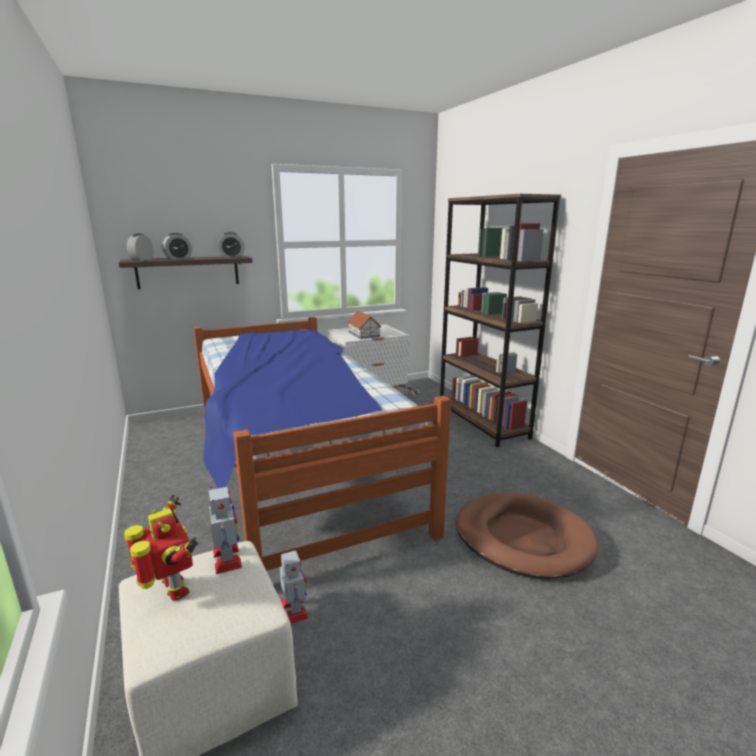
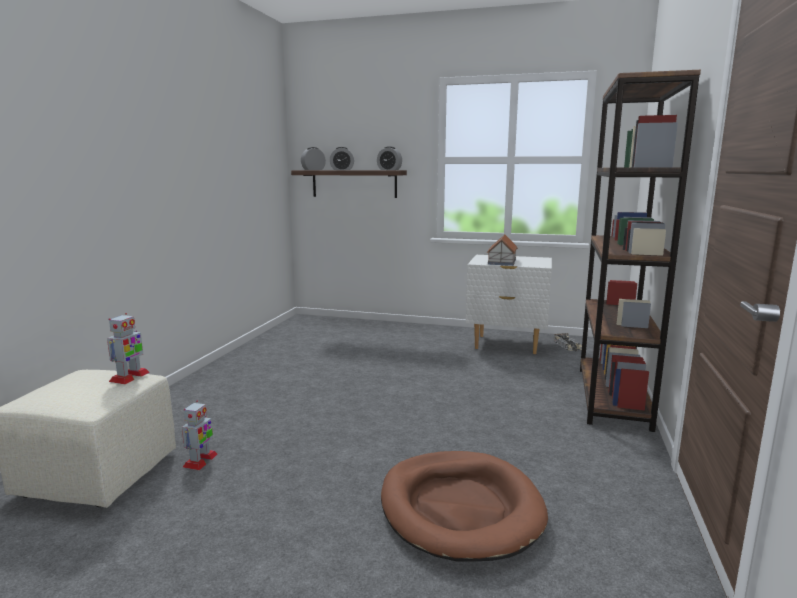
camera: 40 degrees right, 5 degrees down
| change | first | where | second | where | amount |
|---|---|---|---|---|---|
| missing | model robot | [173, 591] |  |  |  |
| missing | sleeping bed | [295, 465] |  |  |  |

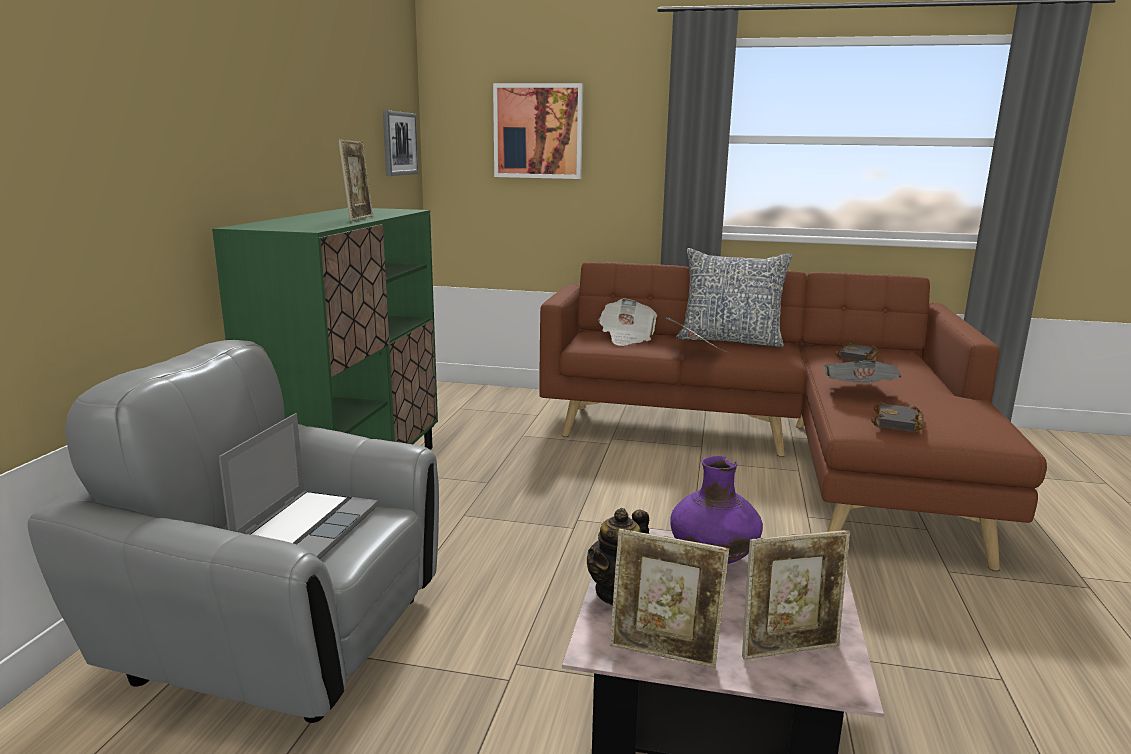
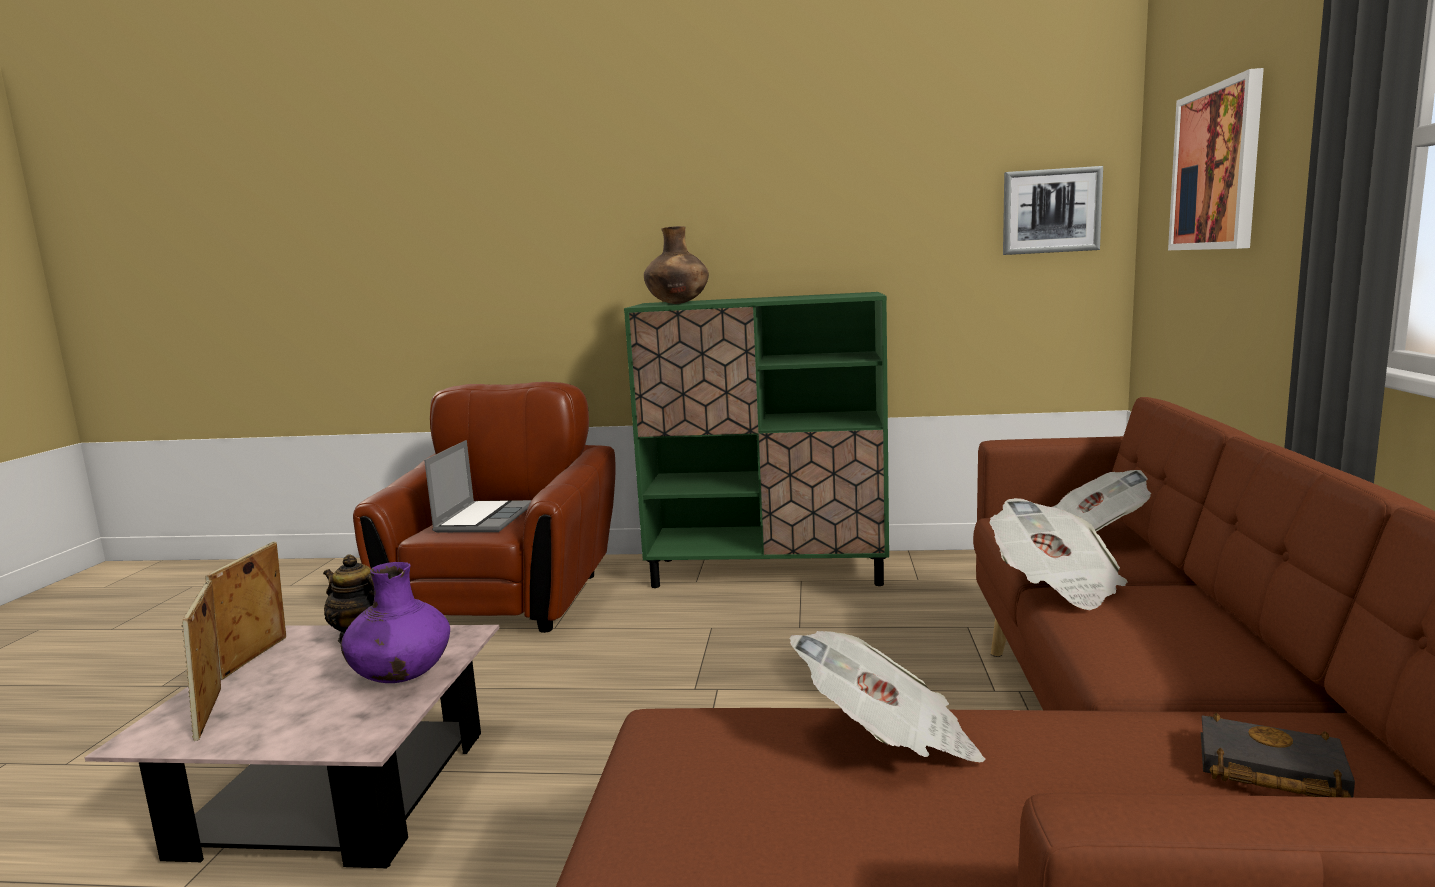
camera: 85 degrees right, 5 degrees down
| change | first | where | second | where | amount |
|---|---|---|---|---|---|
| colour | armchair/gray | [278, 636] | armchair/brownish | [506, 599] |  |
| spun | notebook computer | [307, 527] |  | [483, 518] | 90 degrees counterclockwise |
| appeared |  |  | decorative vase/brownish | [678, 303] |  |
| missing | picture frame | [359, 219] |  |  |  |
| missing | cushion | [730, 340] |  |  |  |
| missing | bound book/blackish | [898, 423] |  |  |  |

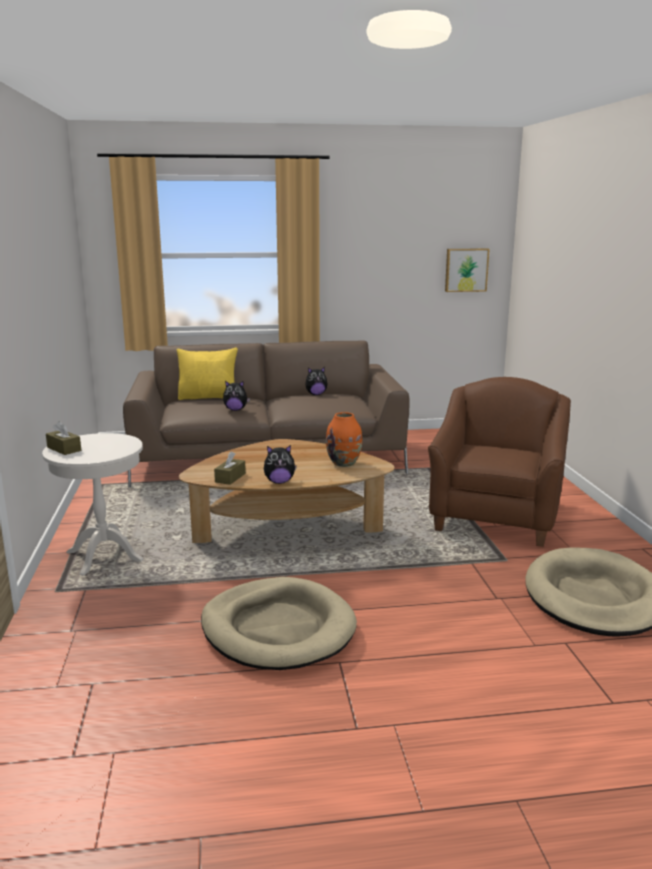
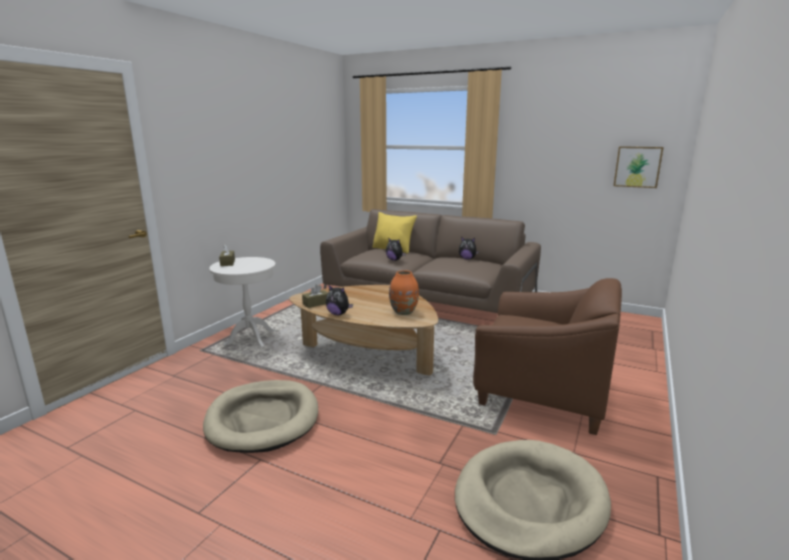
camera: 35 degrees right, 0 degrees up
| change | first | where | second | where | amount |
|---|---|---|---|---|---|
| spun | armchair/brownish | [496, 516] |  | [542, 393] | 60 degrees clockwise |

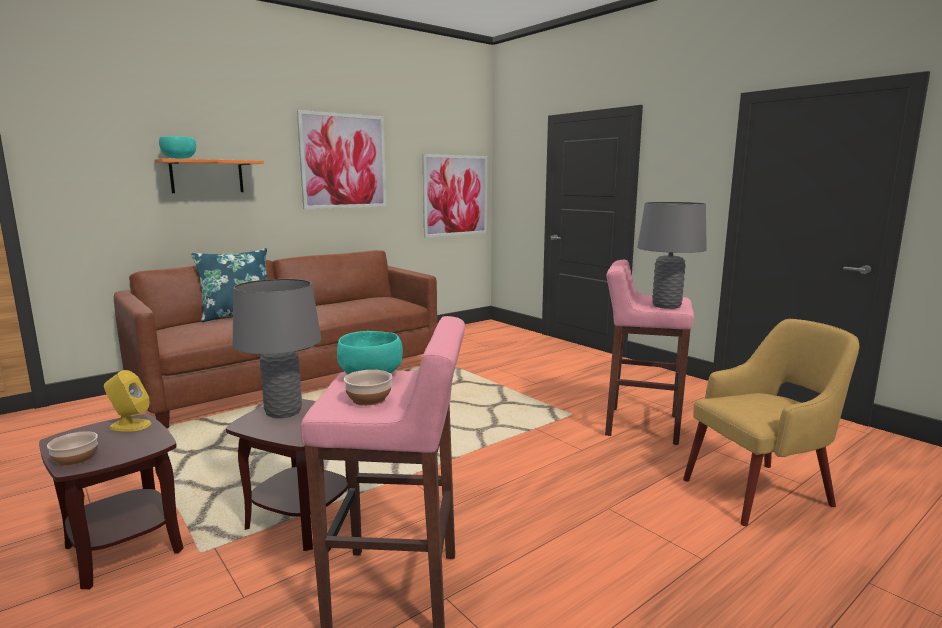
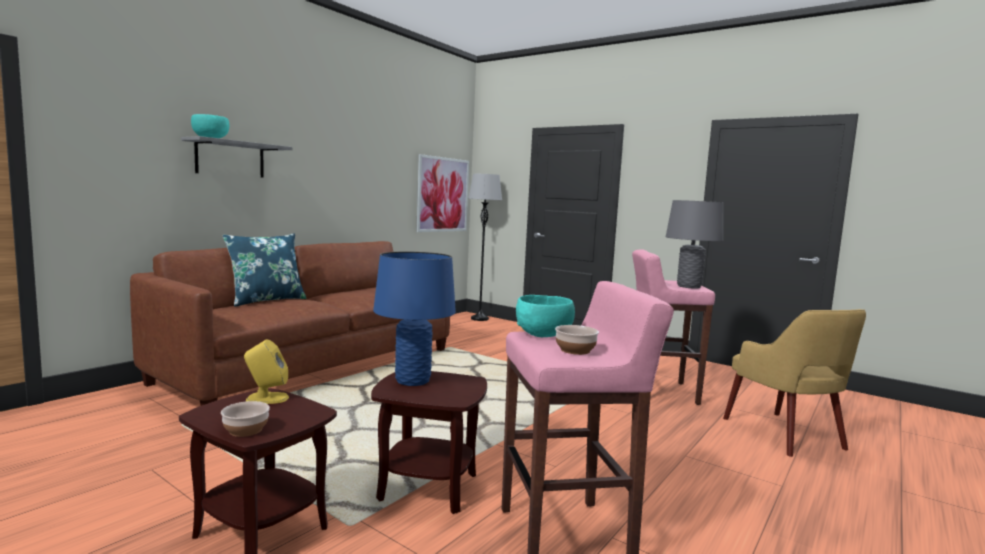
camera: 15 degrees left, 5 degrees down
| change | first | where | second | where | amount |
|---|---|---|---|---|---|
| colour | wall shelf/orange | [207, 176] | wall shelf/gray | [230, 159] |  |
| colour | tabletop lamp/gray | [283, 412] | tabletop lamp/blue | [412, 381] |  |
| appeared |  |  | standard lamp/gray | [479, 318] |  |
| spun | armchair/yellowish | [760, 492] |  | [785, 435] | 105 degrees clockwise |
| missing | picture | [344, 161] |  |  |  |

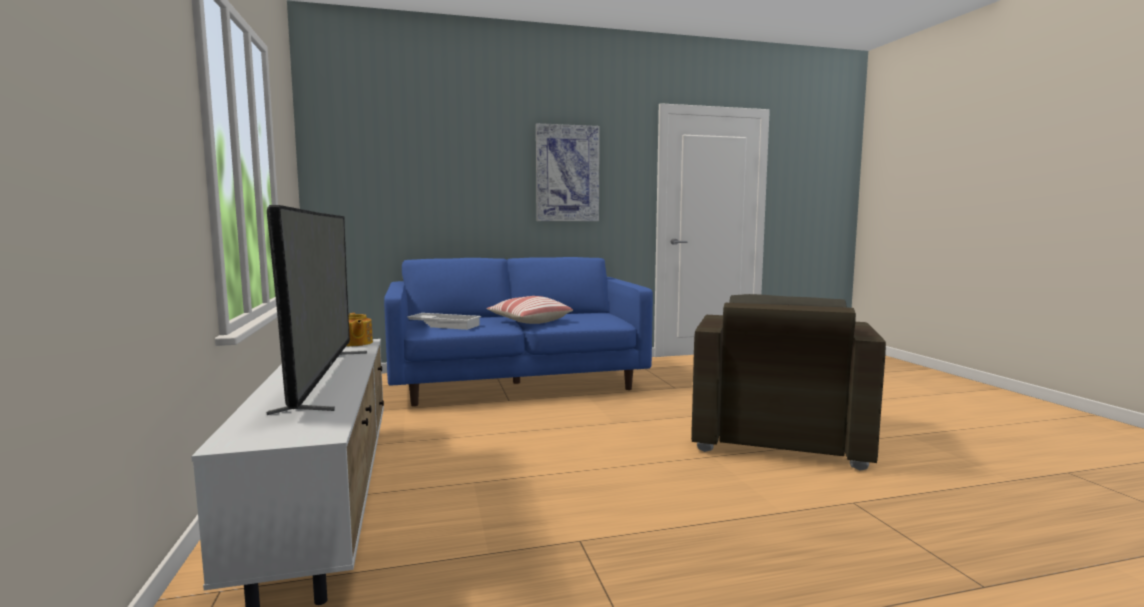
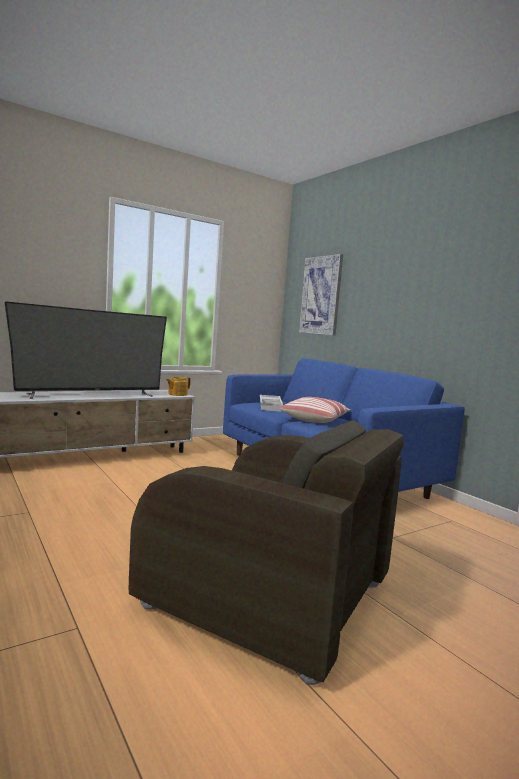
camera: 70 degrees right, 0 degrees up
| change | first | where | second | where | amount |
|---|---|---|---|---|---|
| spun | armchair/brownish | [777, 434] |  | [269, 595] | 150 degrees counterclockwise |
| relocated | picture | [567, 173] |  | [321, 295] |  |

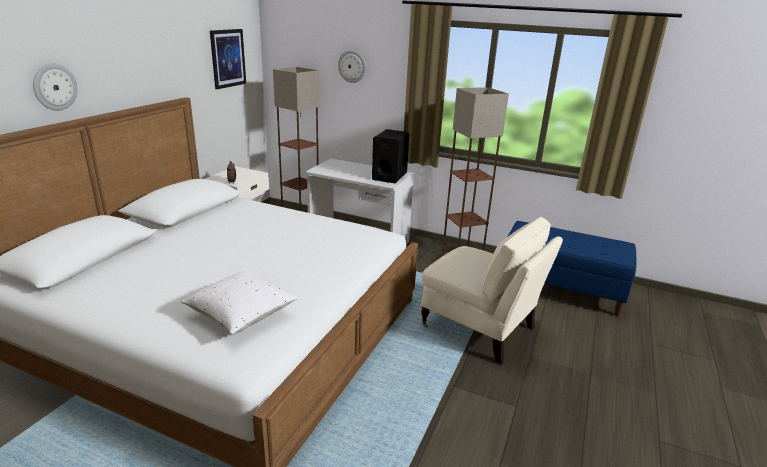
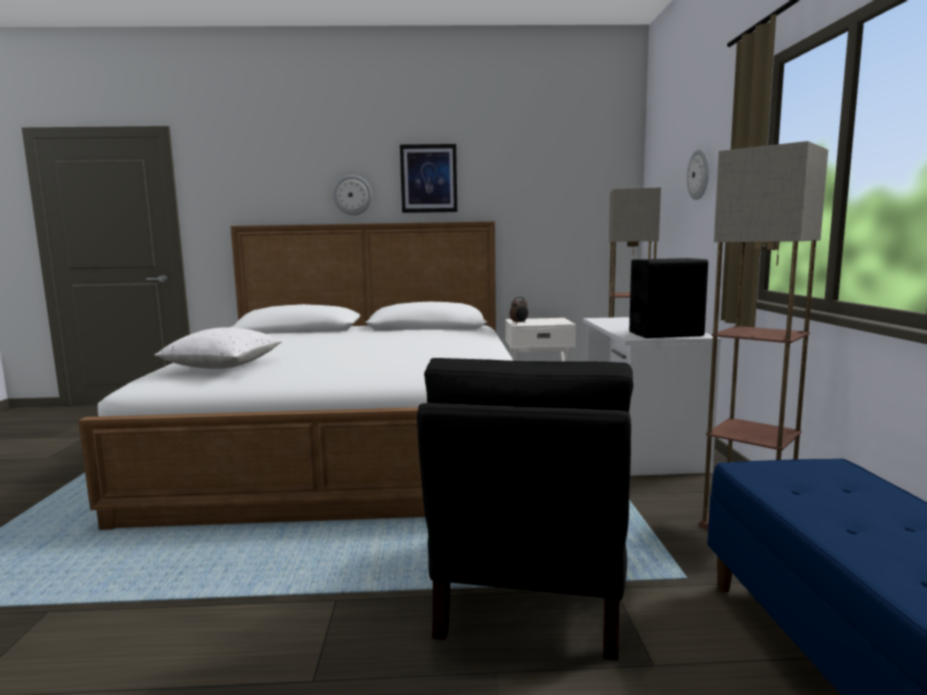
camera: 65 degrees right, 15 degrees down
| change | first | where | second | where | amount |
|---|---|---|---|---|---|
| relocated | picture | [228, 58] |  | [428, 178] |  |
| colour | armchair/sand-coloured | [480, 328] | armchair/blackish | [530, 592] |  |

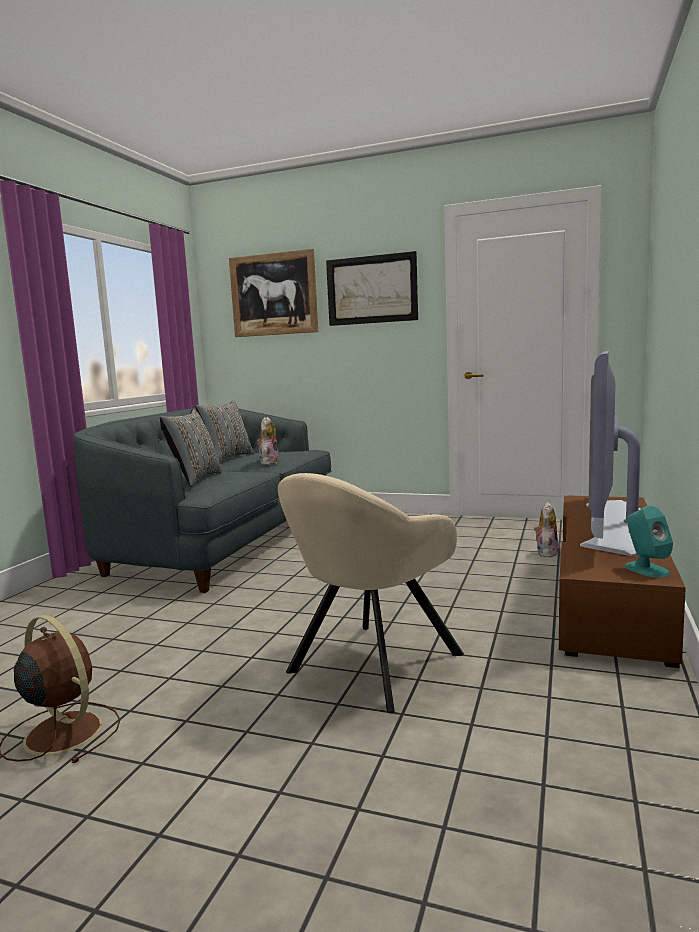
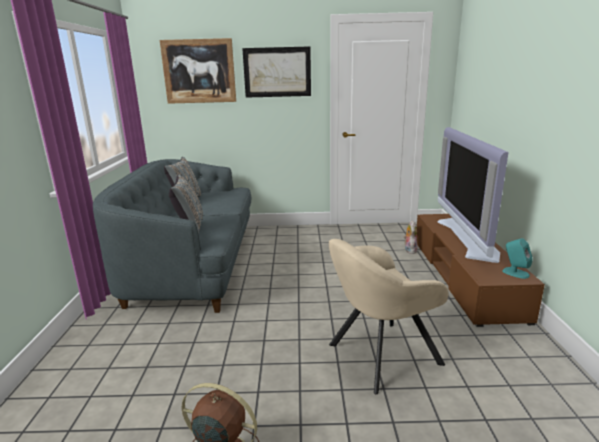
camera: 20 degrees left, 10 degrees up
| change | first | where | second | where | amount |
|---|---|---|---|---|---|
| spun | armchair/sand-coloured | [370, 666] |  | [379, 355] | 45 degrees clockwise |
| missing | plush toy | [268, 462] |  |  |  |

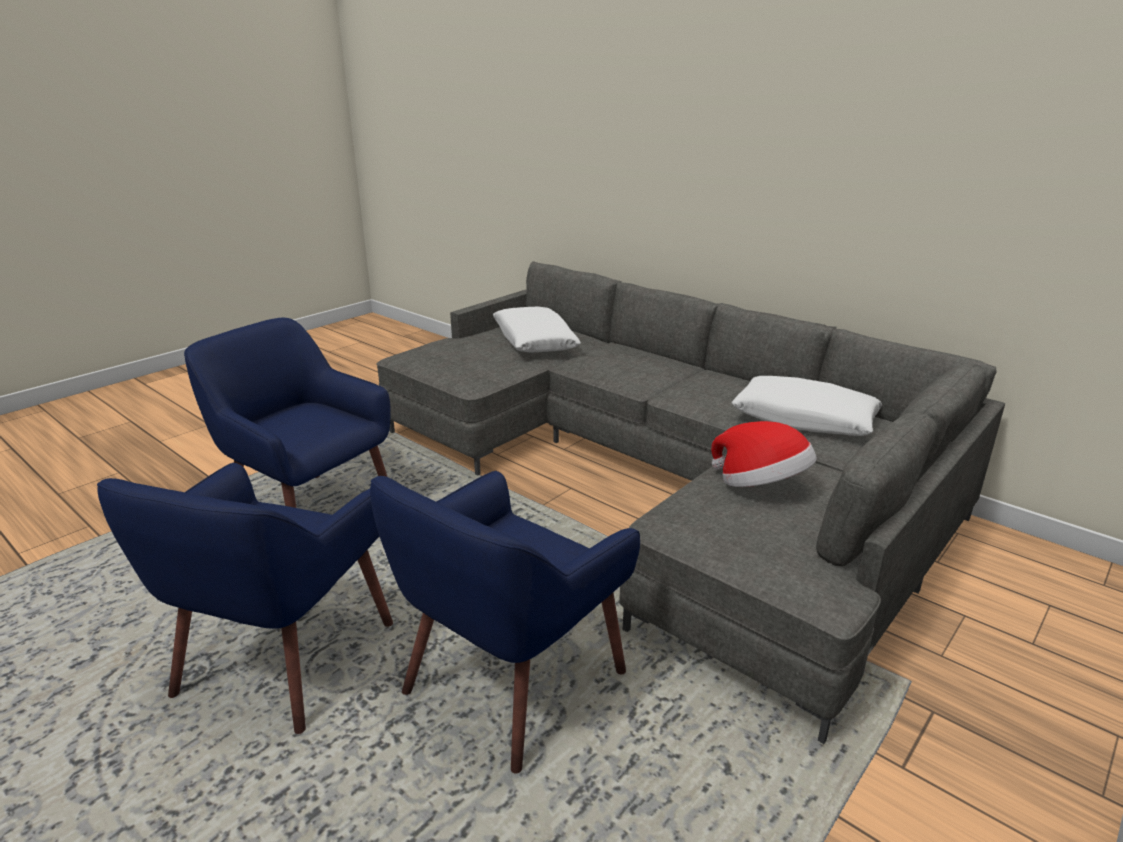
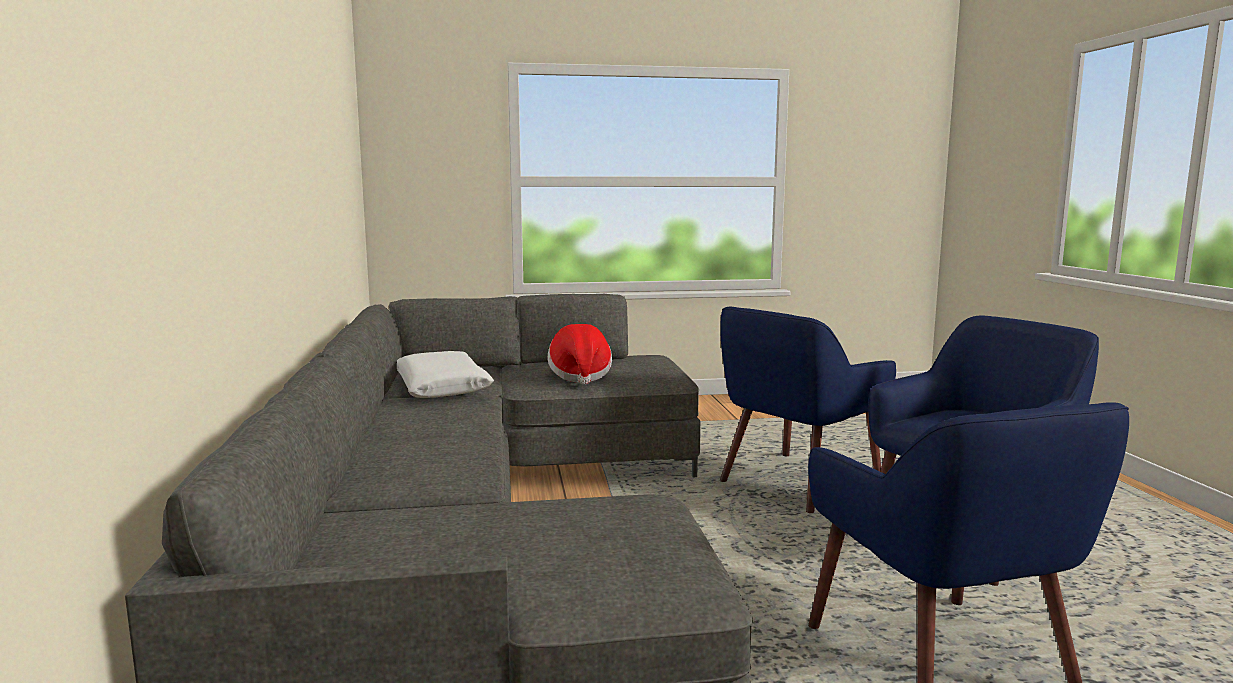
camera: 140 degrees left, 15 degrees down
| change | first | where | second | where | amount |
|---|---|---|---|---|---|
| spun | armchair/blue | [511, 681] |  | [797, 482] | 150 degrees clockwise |
| missing | cushion/white | [534, 341] |  |  |  |

